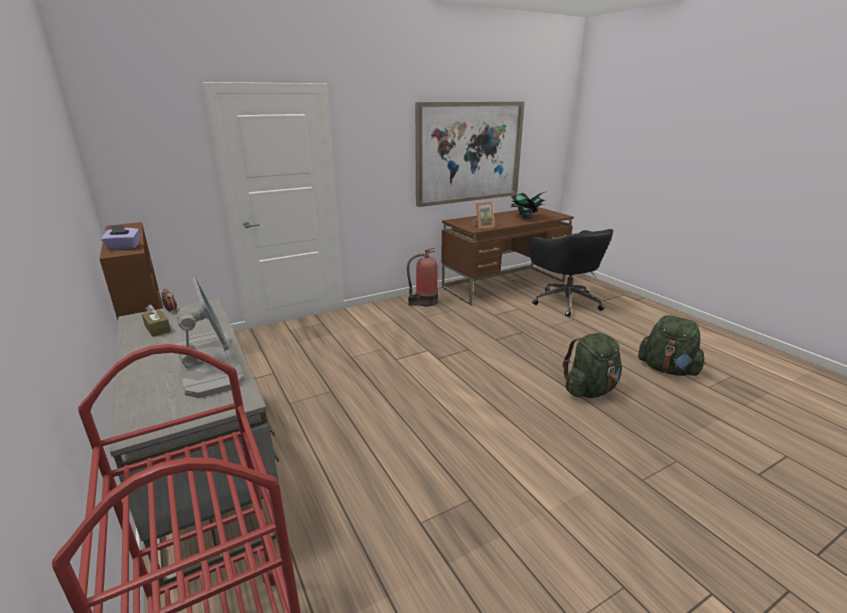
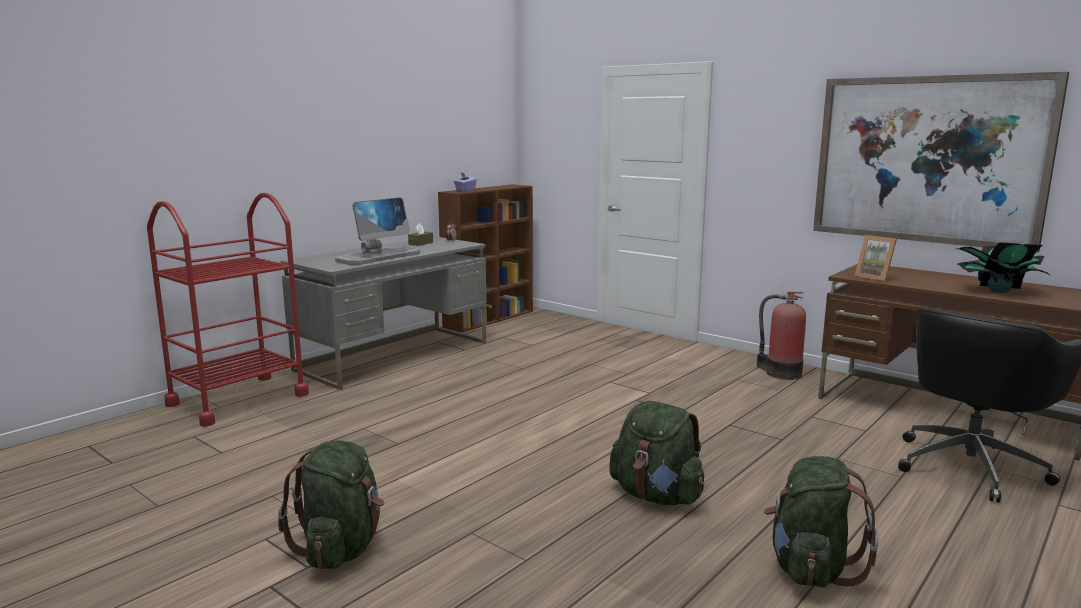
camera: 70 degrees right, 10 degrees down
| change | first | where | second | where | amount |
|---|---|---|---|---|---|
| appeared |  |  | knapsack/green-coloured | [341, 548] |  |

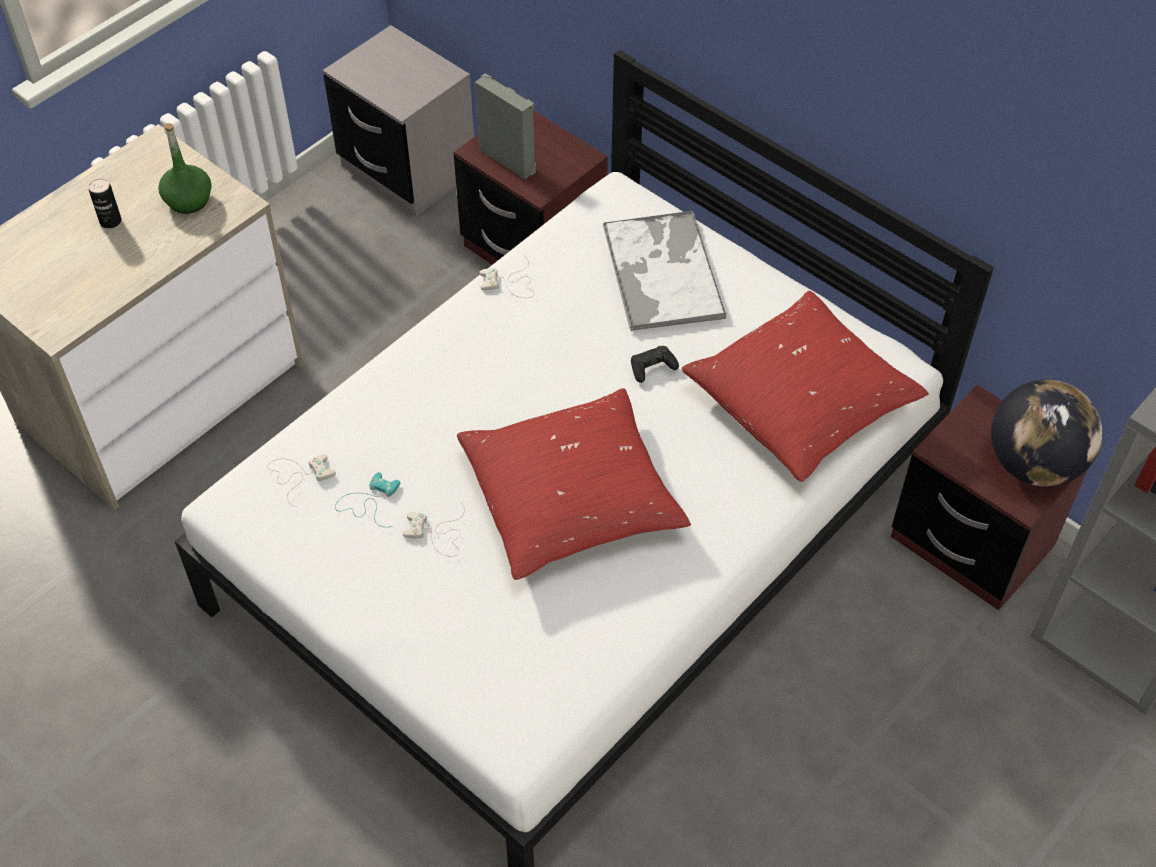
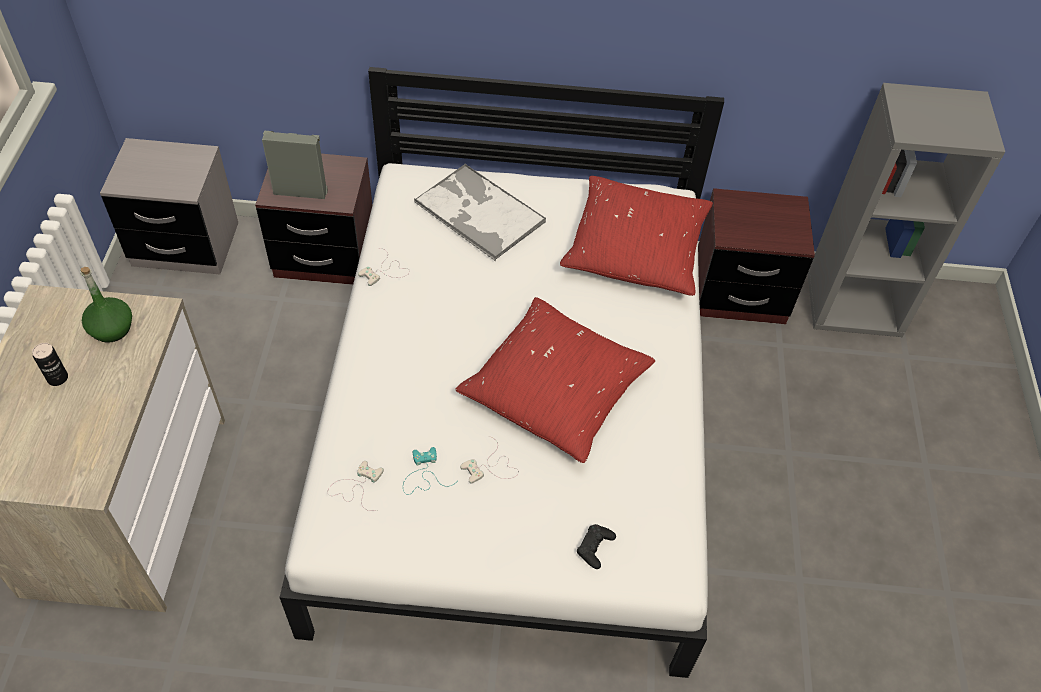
camera: 40 degrees left, 0 degrees up
| change | first | where | second | where | amount |
|---|---|---|---|---|---|
| relocated | joypad/blackish | [652, 367] |  | [595, 548] |  |
| missing | world globe | [1034, 464] |  |  |  |

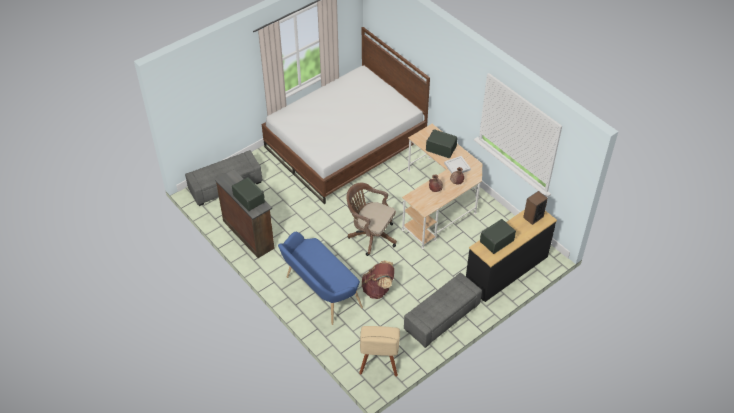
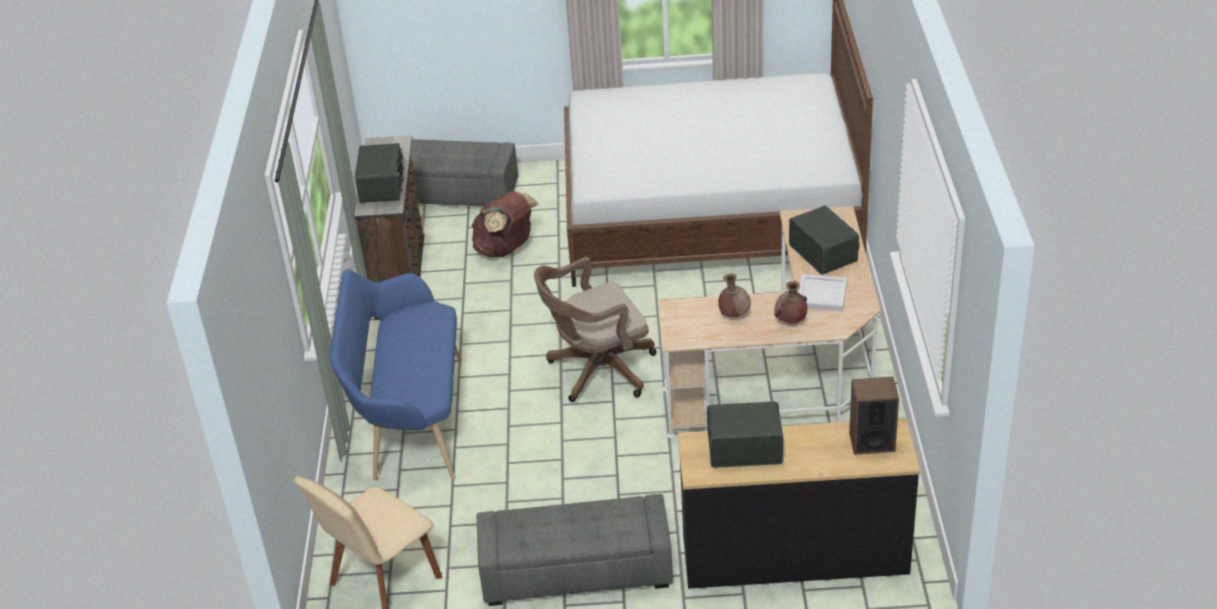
camera: 40 degrees right, 10 degrees down
| change | first | where | second | where | amount |
|---|---|---|---|---|---|
| relocated | knapsack/brownish | [378, 289] |  | [505, 249] |  |
| spun | computer chair/brownish | [370, 235] |  | [597, 371] | 90 degrees counterclockwise |

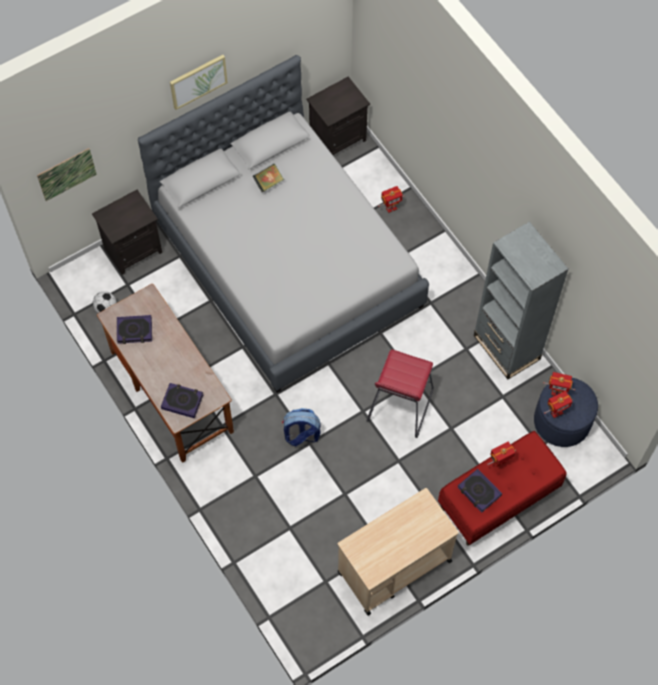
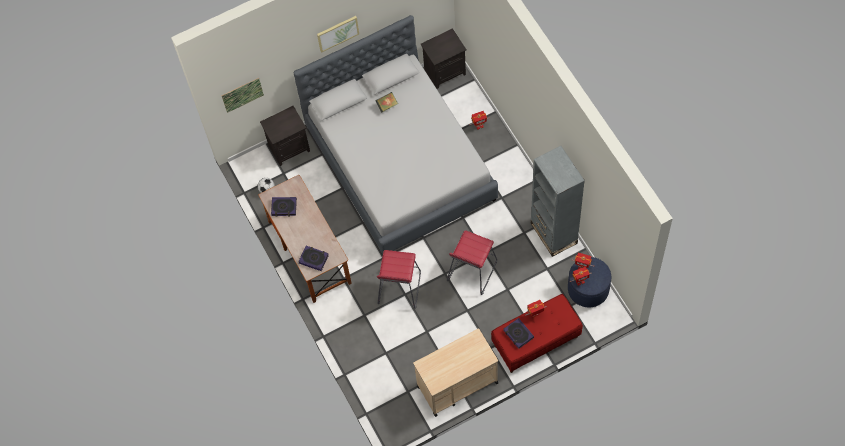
camera: 10 degrees right, 0 degrees up
| change | first | where | second | where | amount |
|---|---|---|---|---|---|
| exchanged | knapsack | [301, 435] | sitting stool/red | [399, 288] |  |

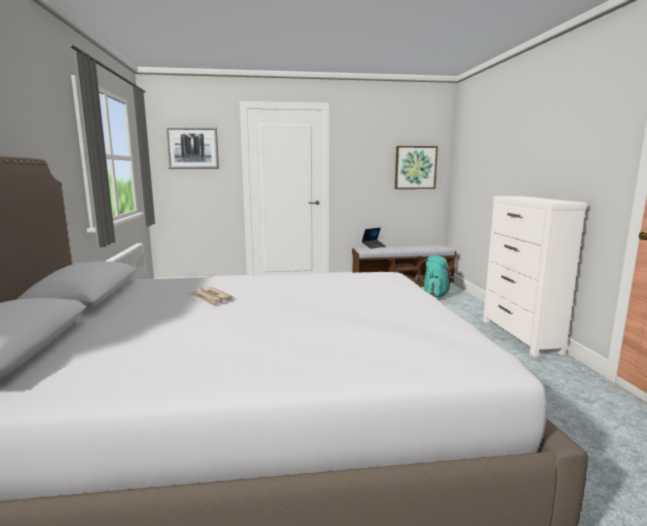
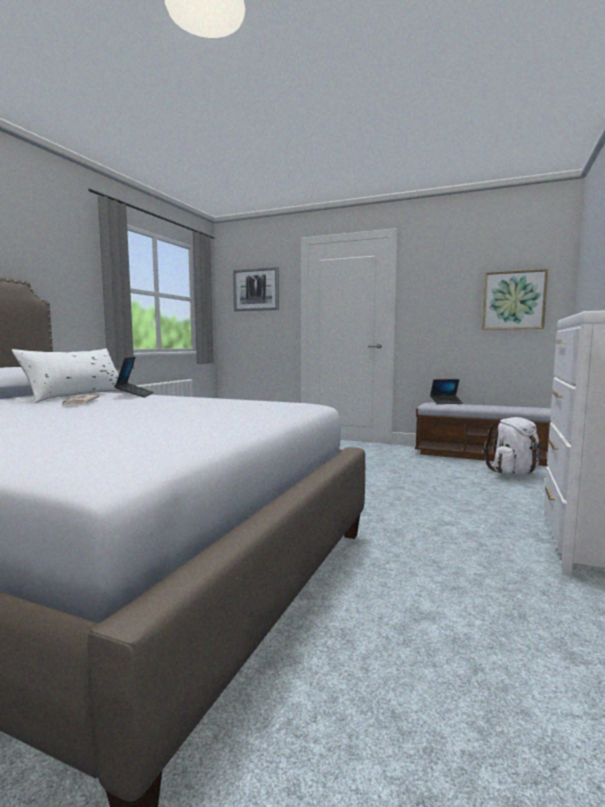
camera: 30 degrees right, 5 degrees down
| change | first | where | second | where | amount |
|---|---|---|---|---|---|
| appeared |  |  | cushion/white | [76, 395] |  |
| appeared |  |  | notebook computer | [135, 395] |  |
| colour | knapsack/turquoise | [434, 295] | knapsack/white | [514, 473] |  |

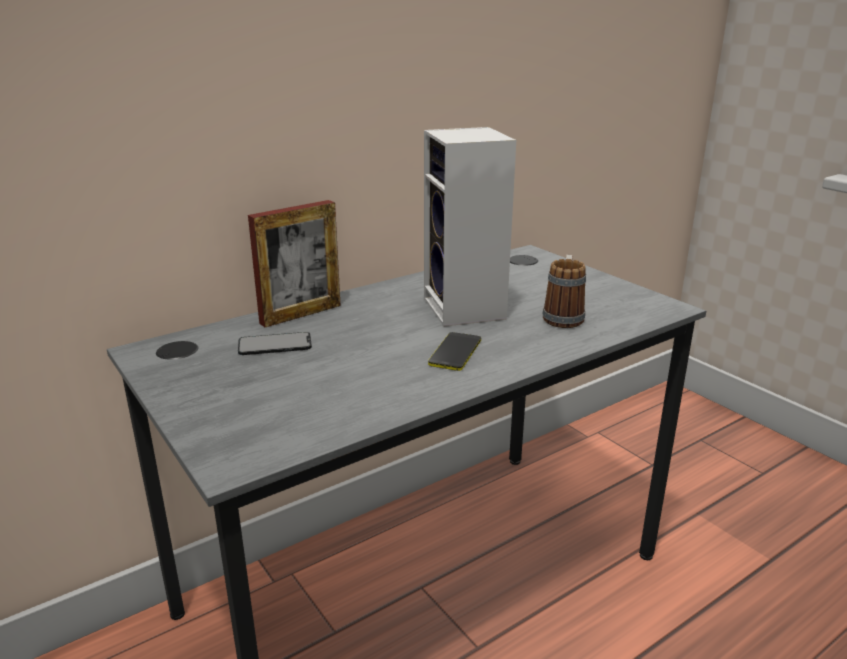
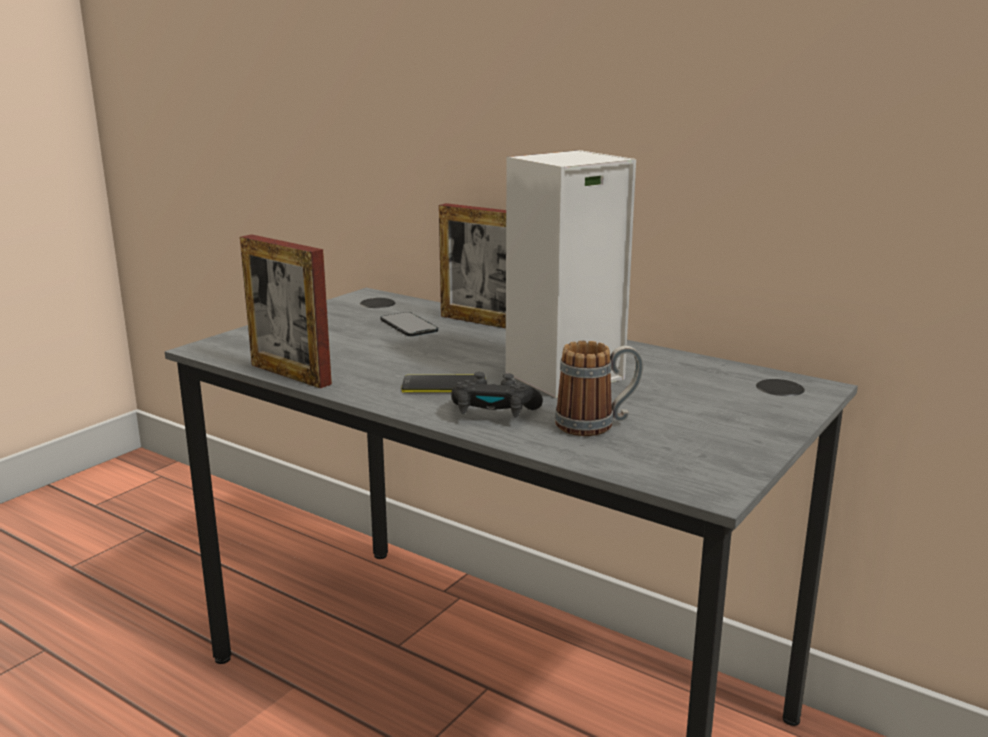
camera: 70 degrees right, 5 degrees down
| change | first | where | second | where | amount |
|---|---|---|---|---|---|
| appeared |  |  | picture frame | [290, 374] |  |
| appeared |  |  | joypad/blackish | [493, 414] |  |

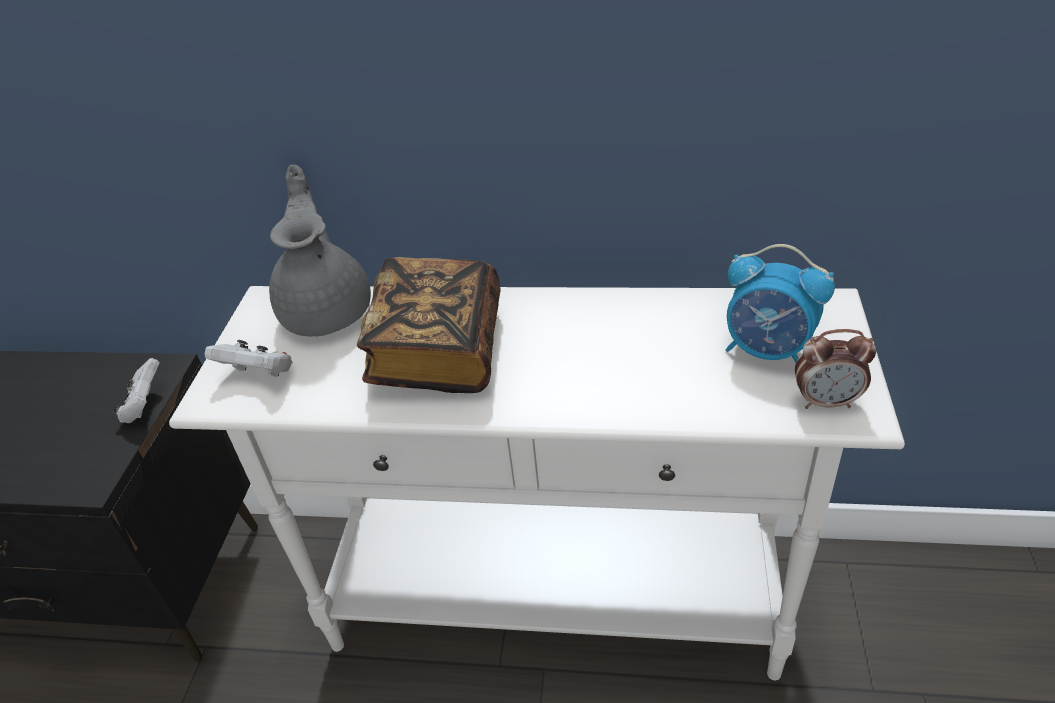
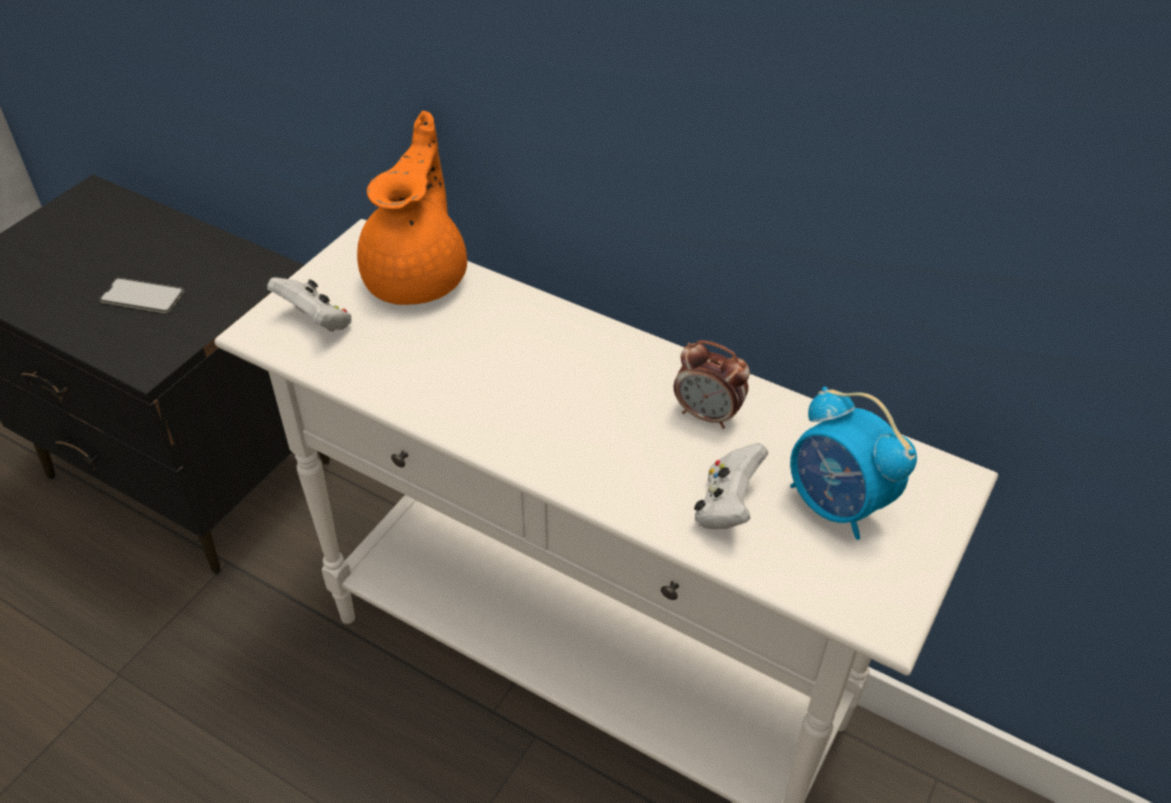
camera: 20 degrees right, 5 degrees up
| change | first | where | second | where | amount |
|---|---|---|---|---|---|
| appeared |  |  | handset | [142, 296] |  |
| colour | tea pot/gray | [328, 310] | tea pot/orange | [419, 276] |  |
| relocated | alarm clock | [826, 401] |  | [707, 415] |  |
| relocated | joypad/white | [145, 406] |  | [726, 506] |  |
| missing | bound book | [438, 351] |  |  |  |

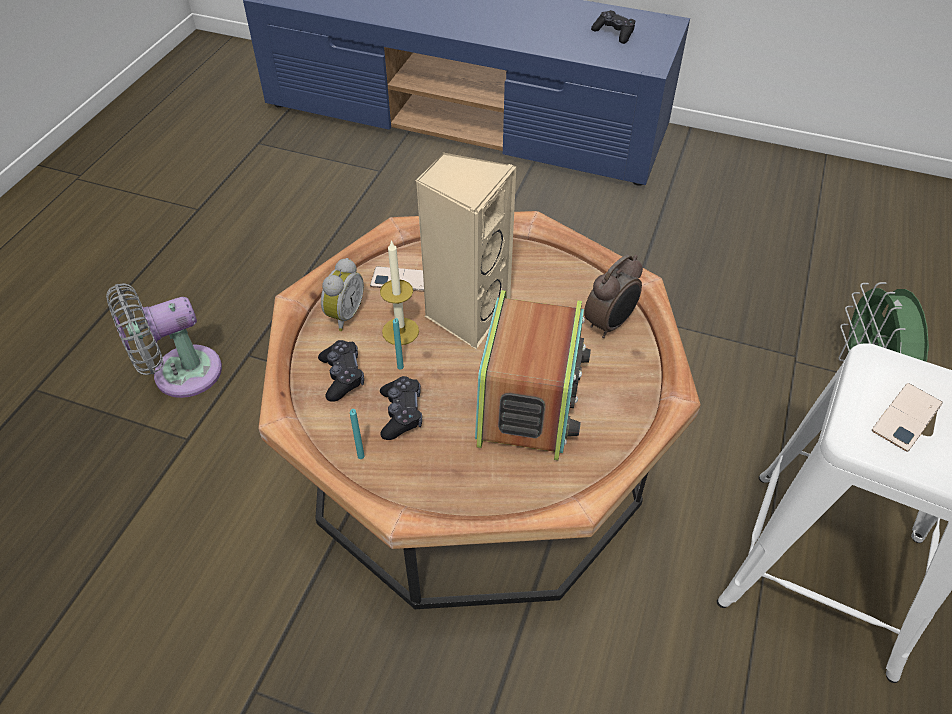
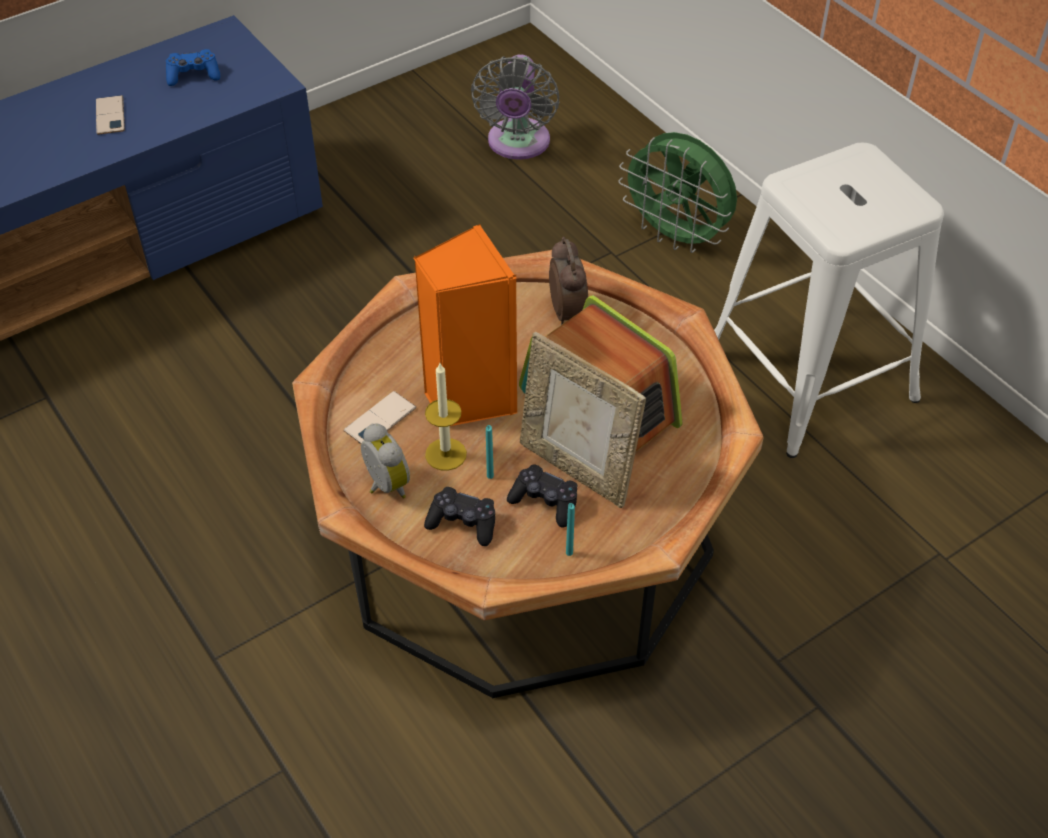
camera: 55 degrees left, 0 degrees up
| change | first | where | second | where | amount |
|---|---|---|---|---|---|
| relocated | handset | [906, 417] |  | [110, 115] |  |
| colour | joypad/blackish | [614, 33] | joypad/blue | [193, 75] |  |
| colour | loudspeaker/sand-coloured | [466, 314] | loudspeaker/orange | [468, 398] |  |
| relocated | electric fan/gray | [180, 374] |  | [517, 144] |  |
| appeared |  |  | picture frame | [577, 469] |  |

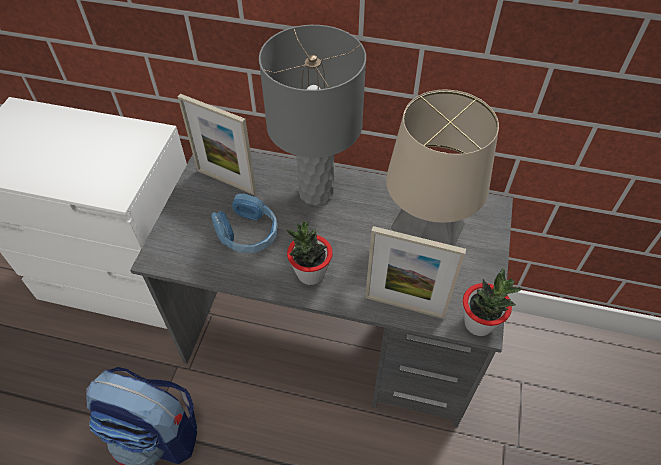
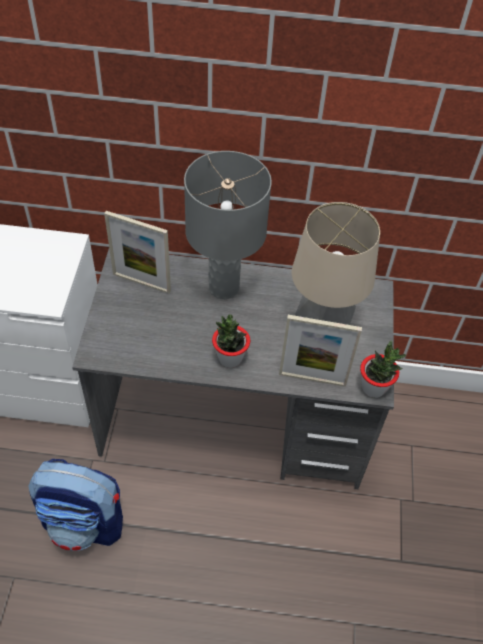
camera: 10 degrees left, 0 degrees up
| change | first | where | second | where | amount |
|---|---|---|---|---|---|
| missing | headset/blue | [247, 233] |  |  |  |

